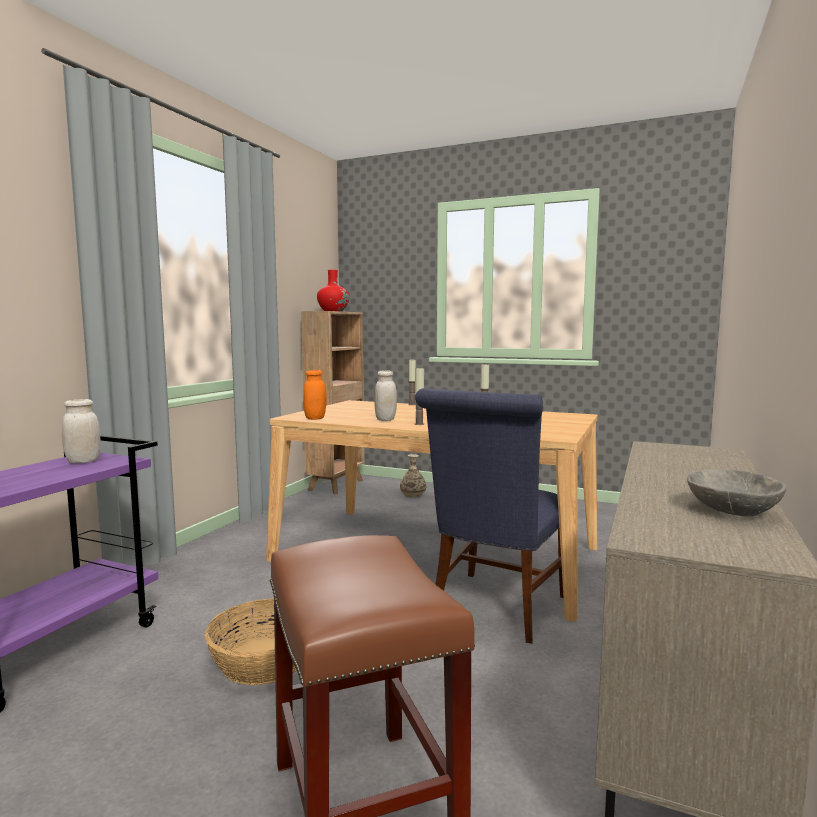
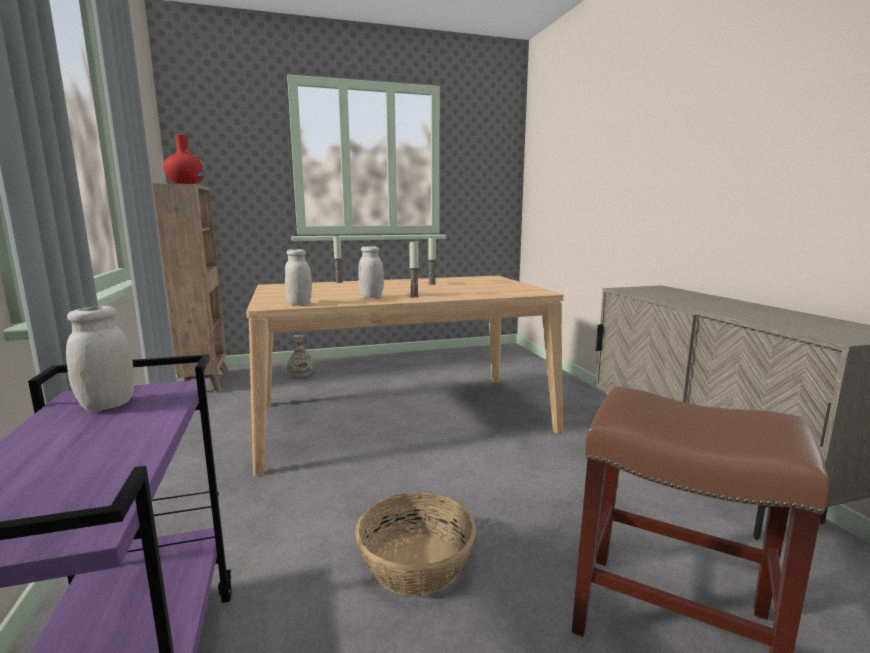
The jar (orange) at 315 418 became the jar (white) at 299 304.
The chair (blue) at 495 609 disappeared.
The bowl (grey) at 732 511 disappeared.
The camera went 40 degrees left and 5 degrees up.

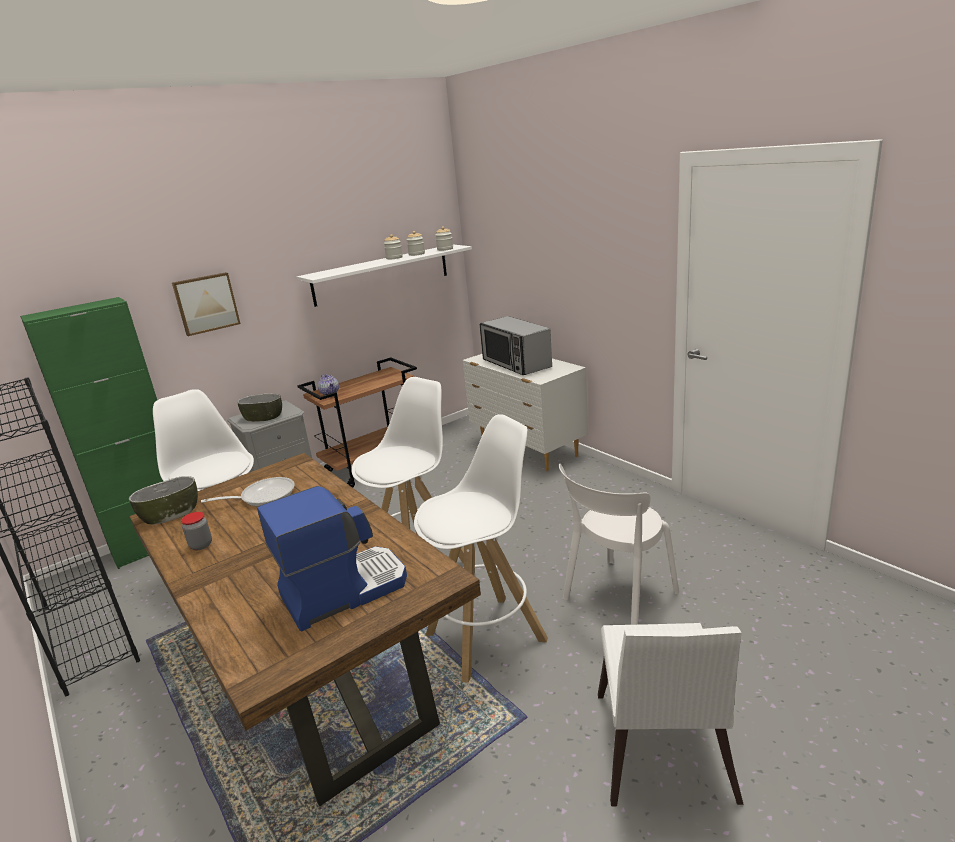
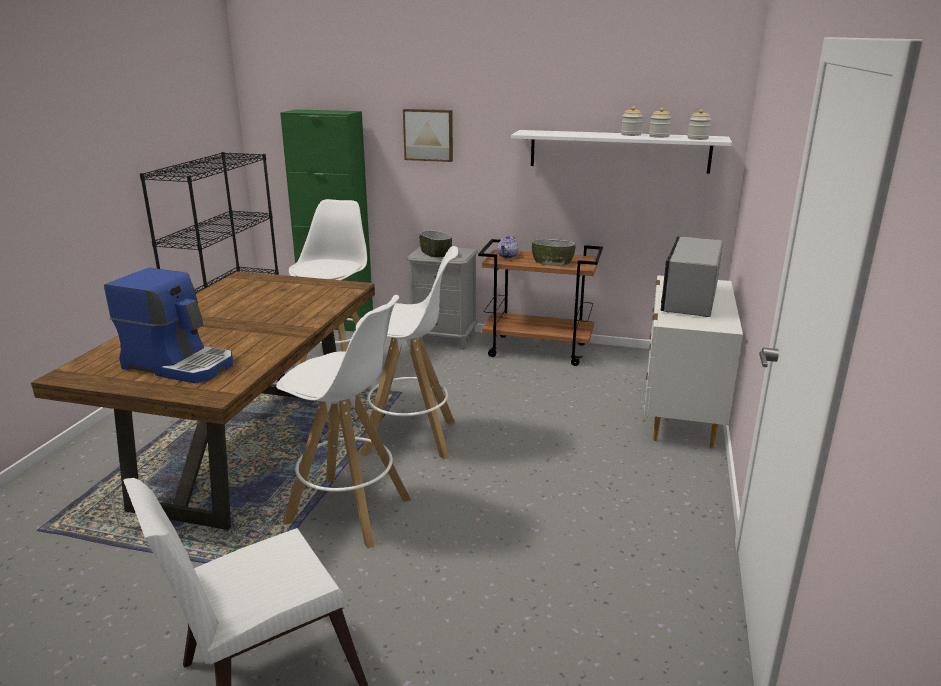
The chair (white) at 617 598 disappeared.
The bowl moved from 170 513 to 552 262.
The frying pan at 263 496 disappeared.
The jar at 201 545 disappeared.
The camera went 50 degrees right and 0 degrees up.

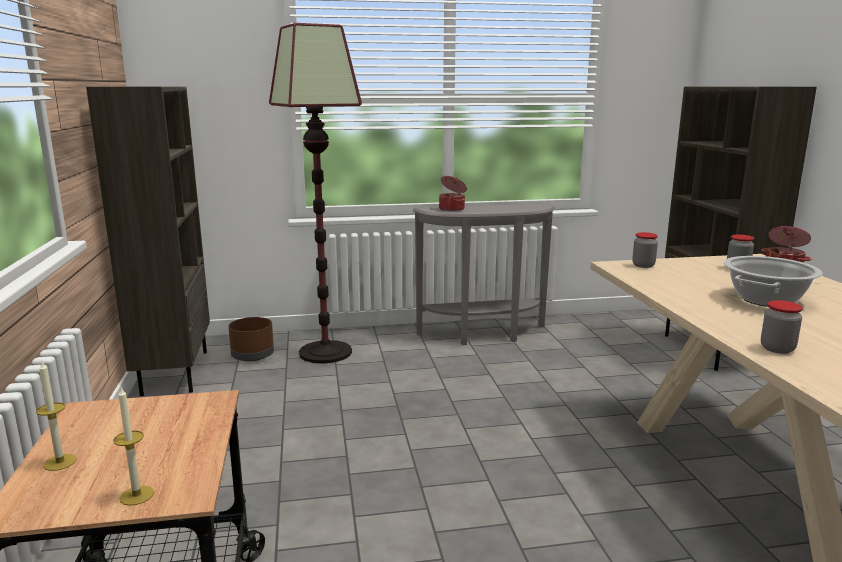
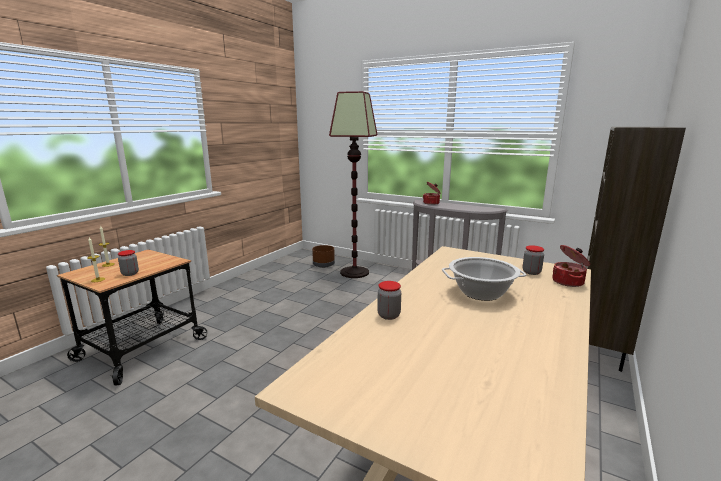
The bookcase (brown) at 174 372 disappeared.
The jar moved from 643 265 to 130 273.
The camera went 40 degrees right and 0 degrees up.

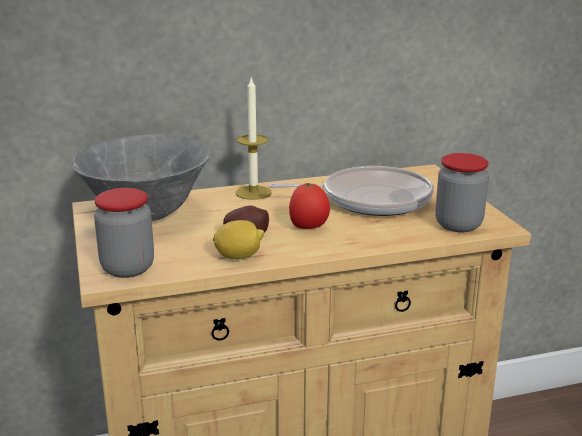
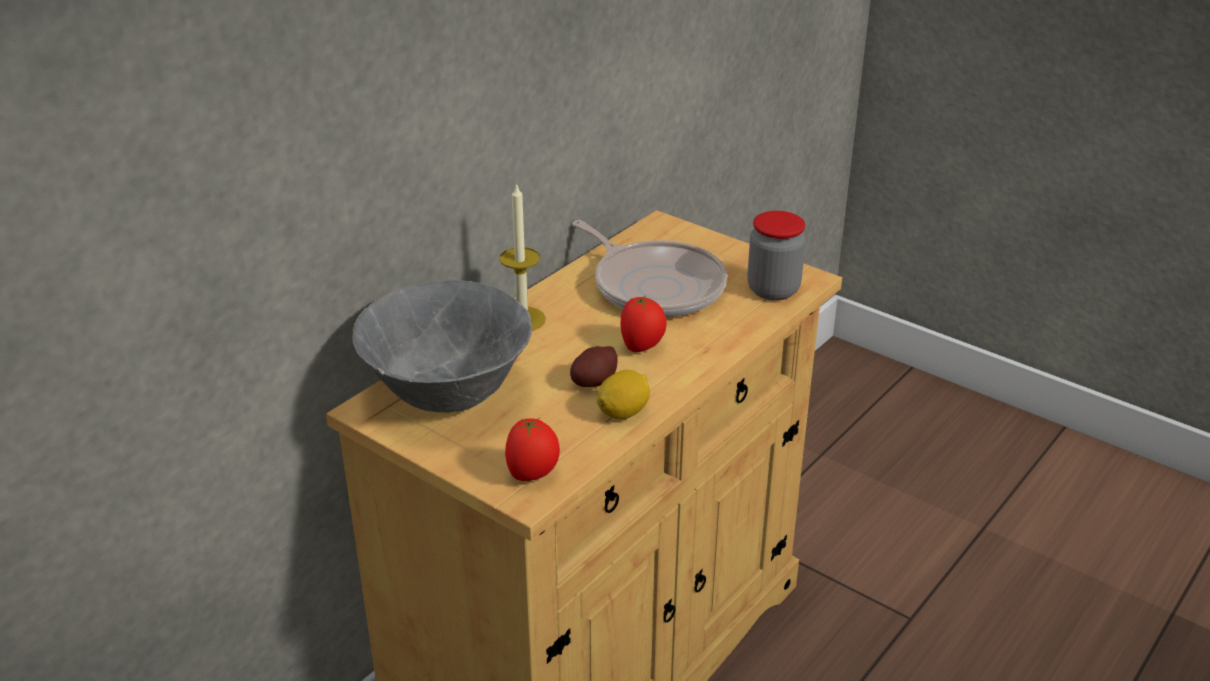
The frying pan at 370 200 turned 90 degrees clockwise.
The jar at 128 268 was replaced by the tomato at 533 475.
The camera went 35 degrees left and 10 degrees up.

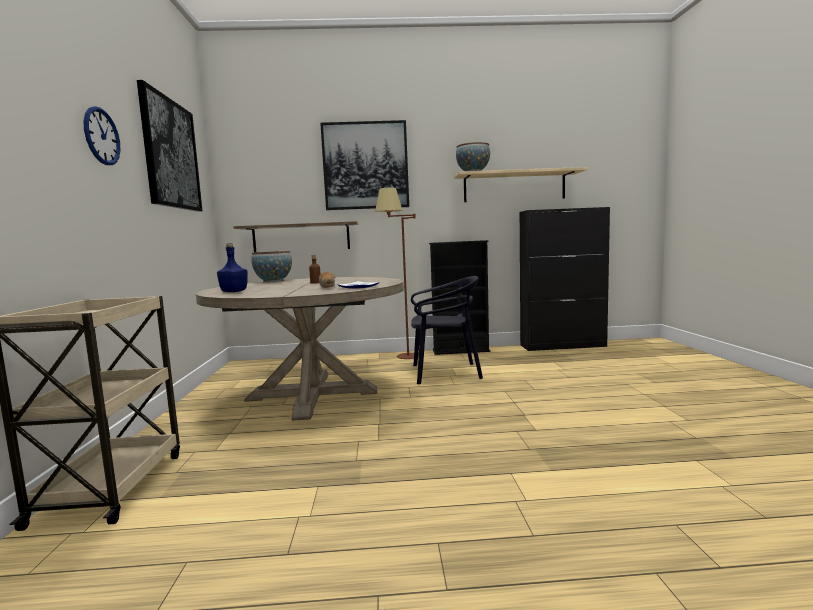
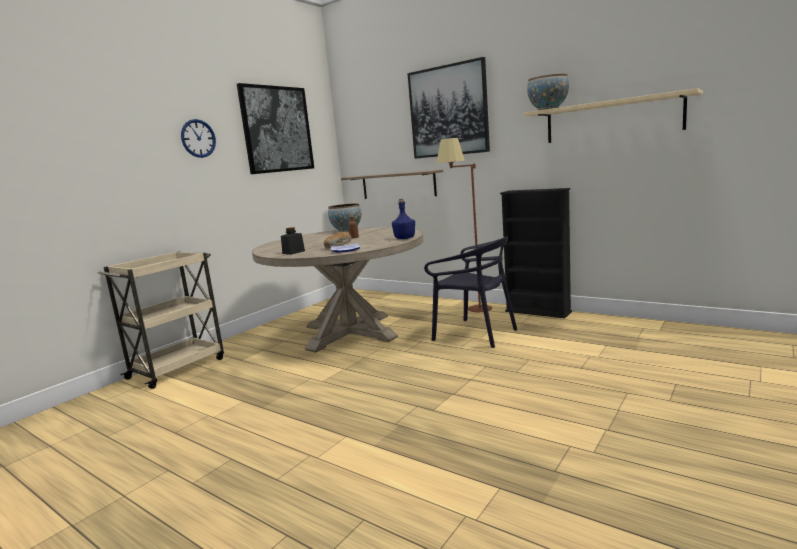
The cabinet (black) at 563 346 disappeared.
The bottle (blue) moved from 234 291 to 405 238.
The jar (black) at 293 252 appeared.
The camera went 40 degrees right and 5 degrees up.

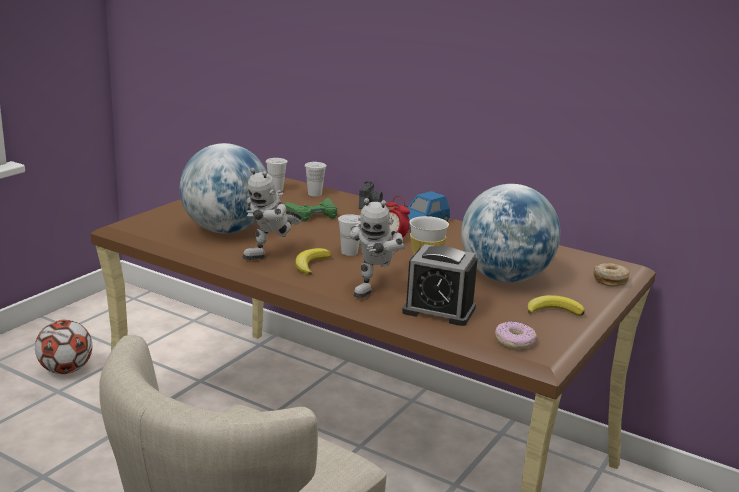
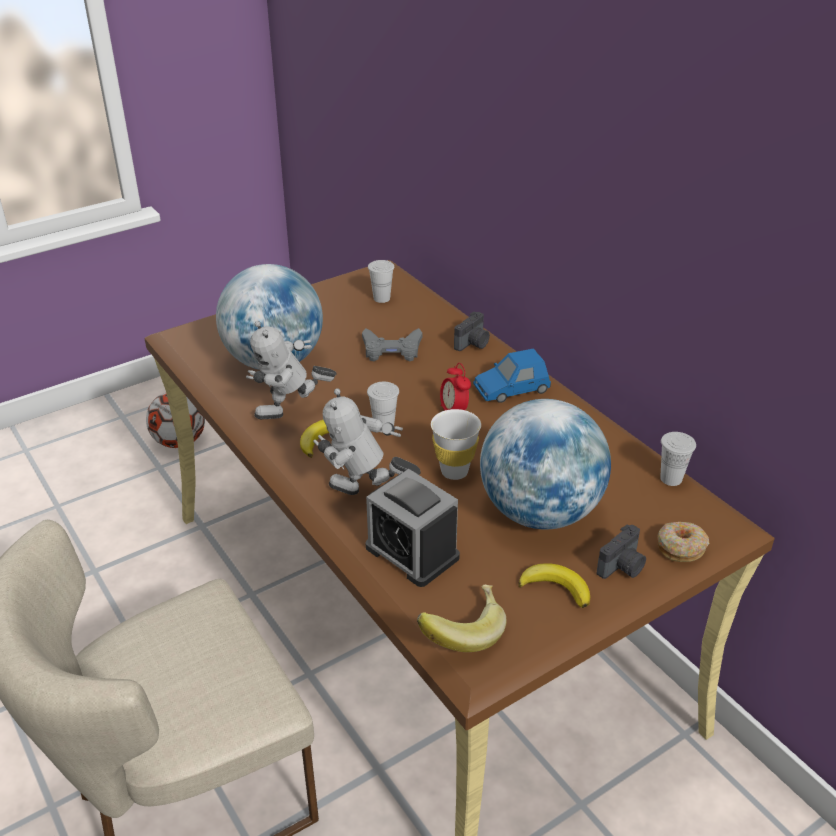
The cup (white) moved from 314 194 to 671 479.
The game controller (green) at 313 214 became the game controller (grey) at 391 350.
The toy robot at 375 289 turned 60 degrees clockwise.
The donut at 514 341 was replaced by the banana at 462 631.
The photo camera at 622 567 appeared.
The camera went 25 degrees right and 15 degrees up.

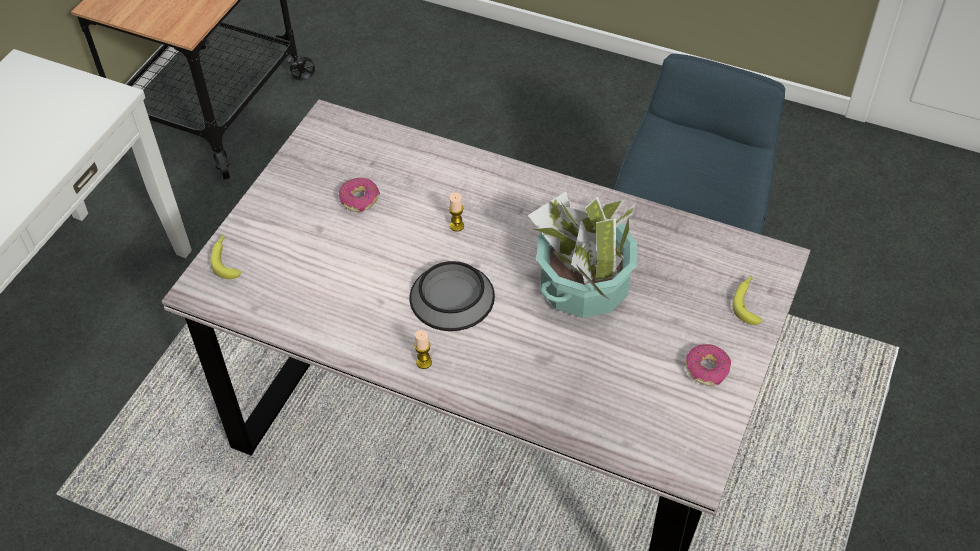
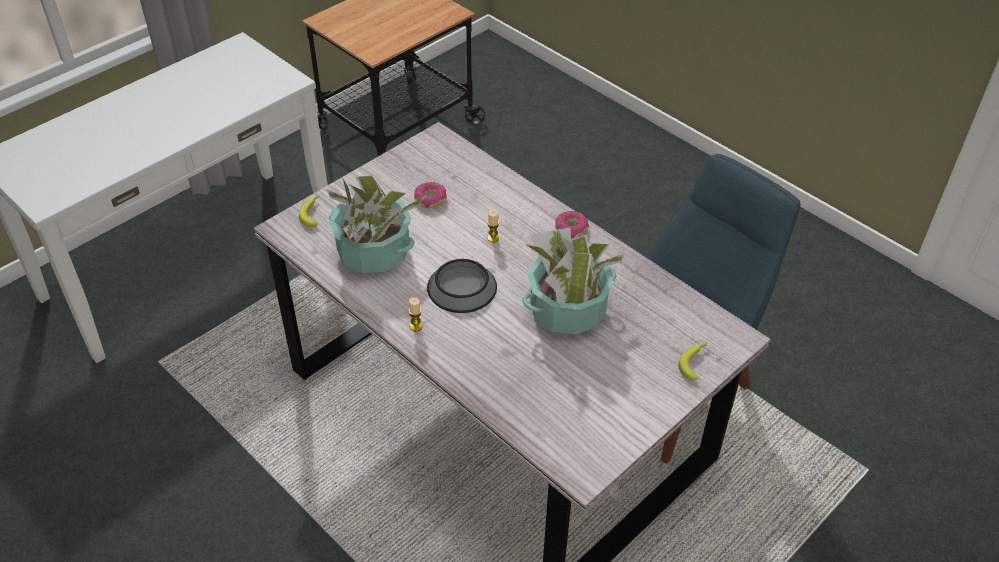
The donut moved from 707 369 to 571 228.
The potted plant at 373 252 appeared.
The camera went 20 degrees right and 5 degrees down.

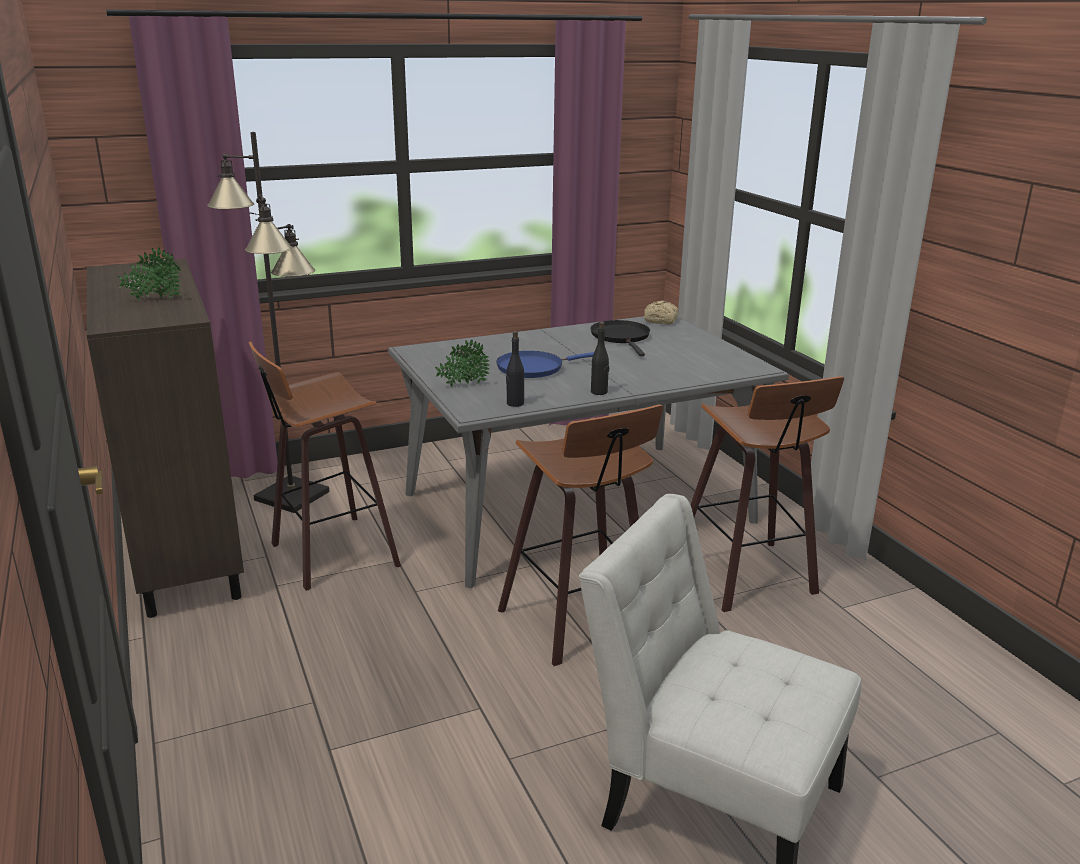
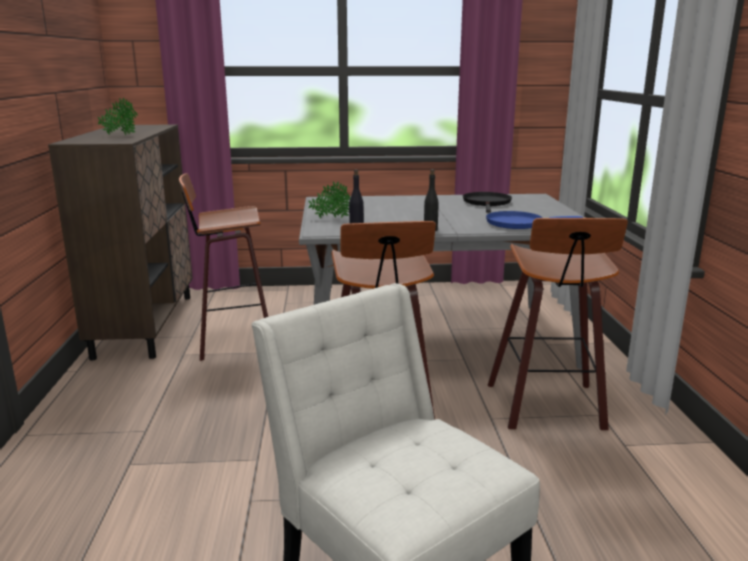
The floor lamp (black) at 292 495 disappeared.
The bread at 661 320 disappeared.
The frying pan (blue) moved from 534 368 to 518 223.
The camera went 20 degrees right and 5 degrees down.

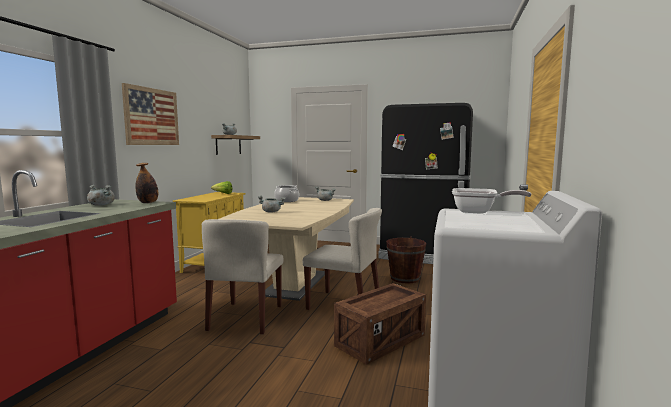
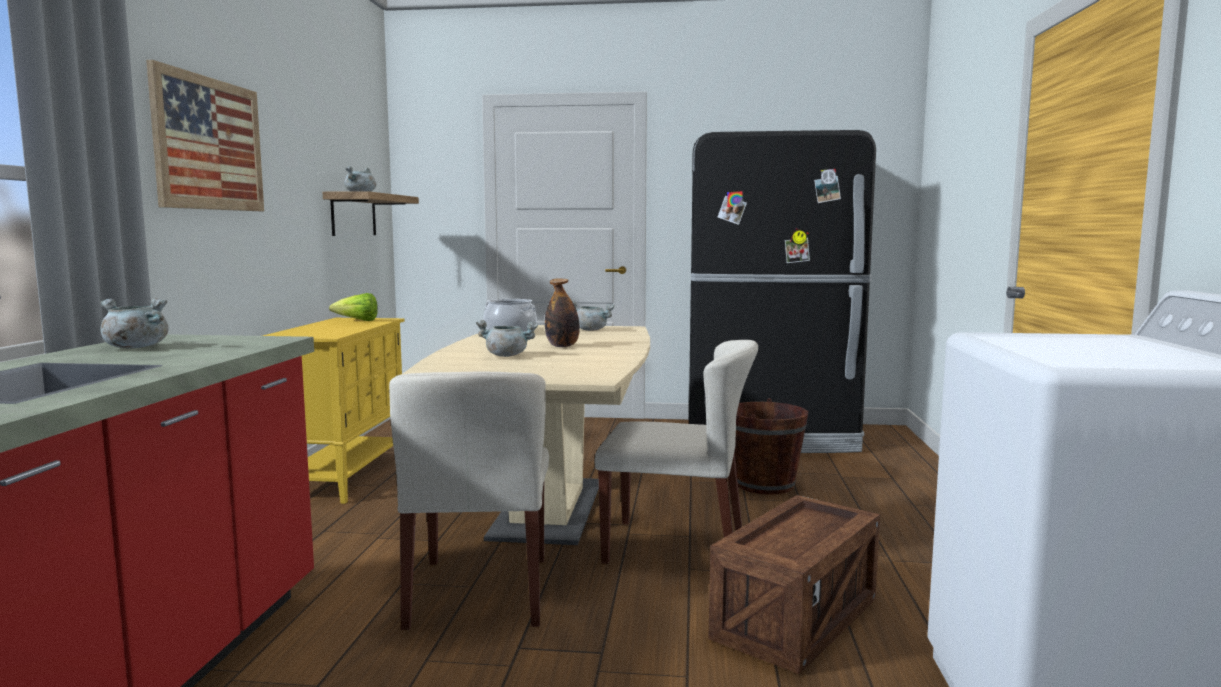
The bottle moved from 148 202 to 562 346.
The frying pan at 479 212 disappeared.
The camera went 10 degrees left and 0 degrees up.

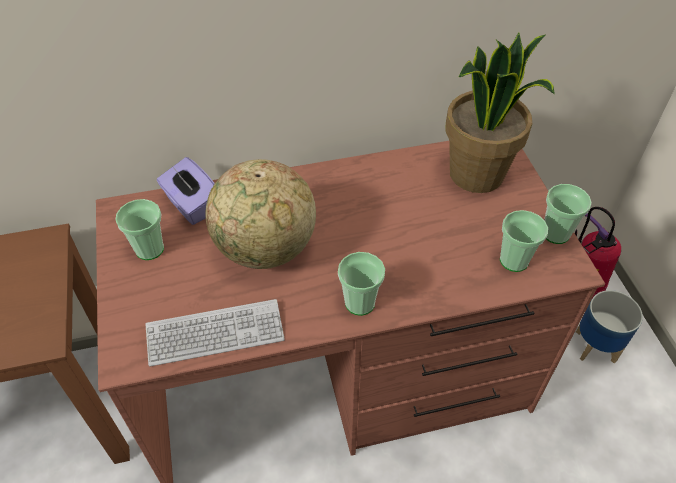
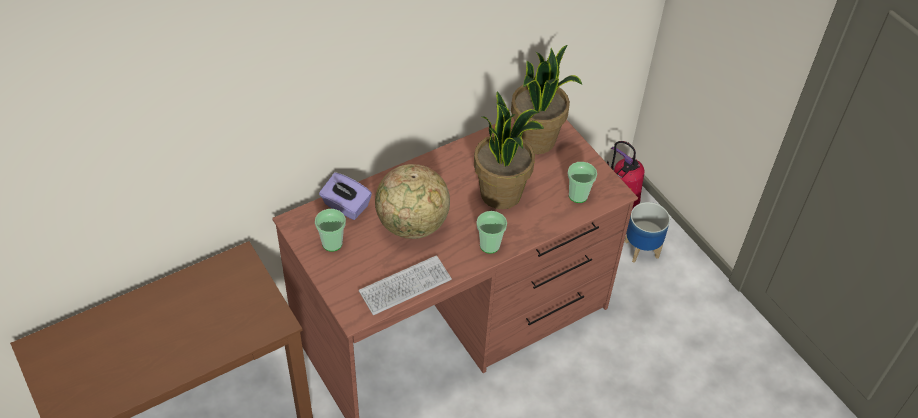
The cup at 555 233 disappeared.
The potted plant at 502 193 appeared.
The camera went 20 degrees left and 0 degrees up.

